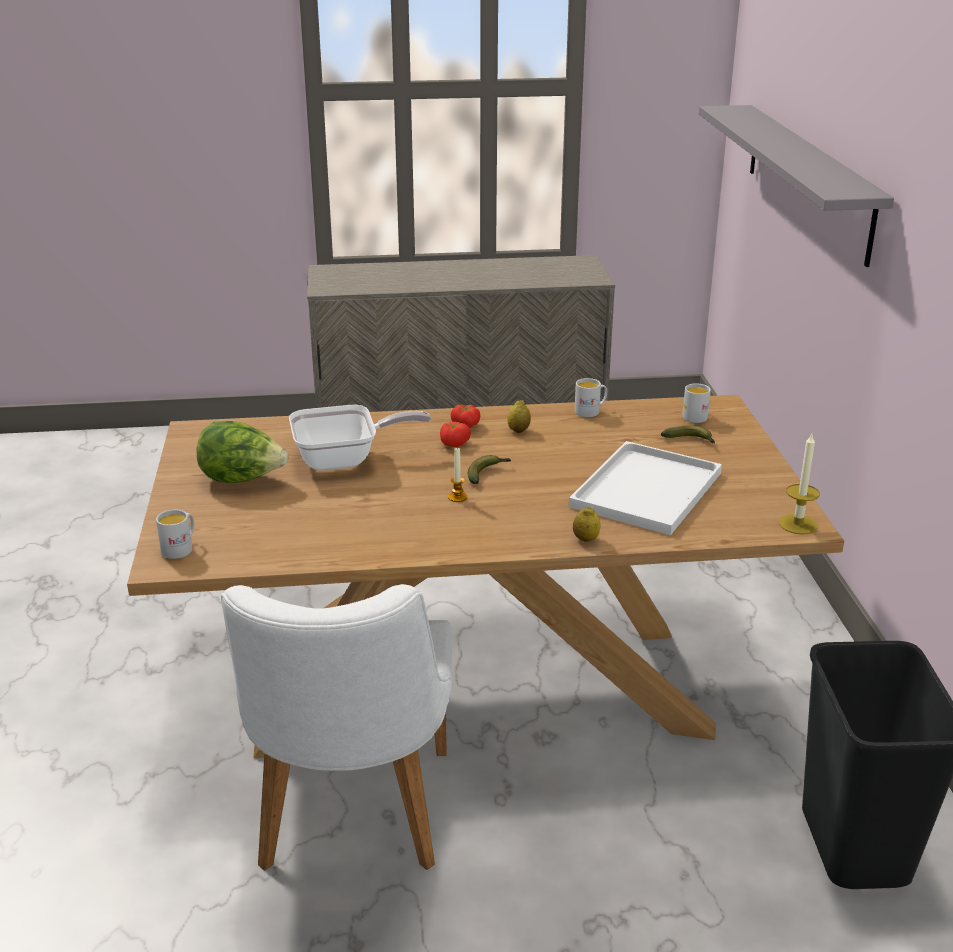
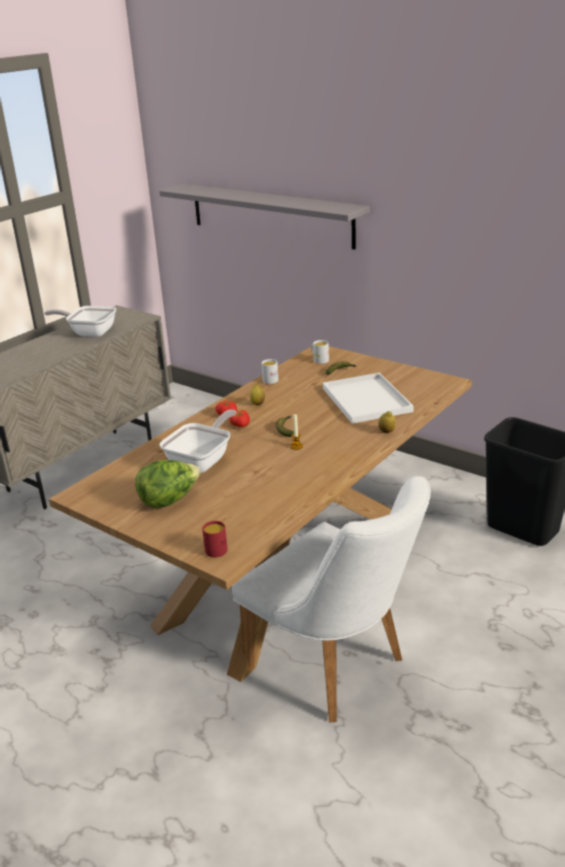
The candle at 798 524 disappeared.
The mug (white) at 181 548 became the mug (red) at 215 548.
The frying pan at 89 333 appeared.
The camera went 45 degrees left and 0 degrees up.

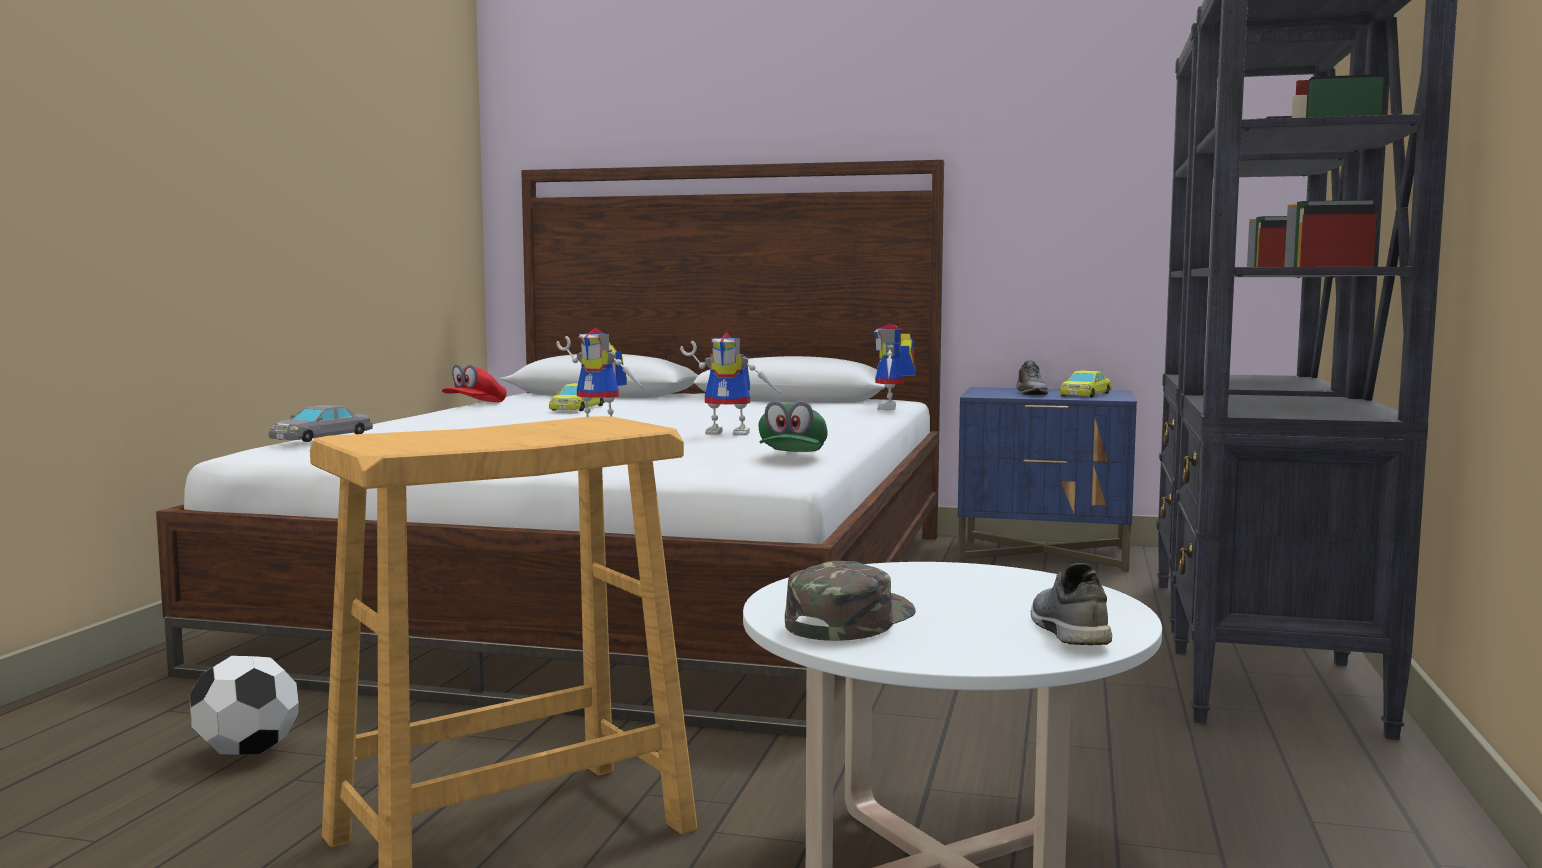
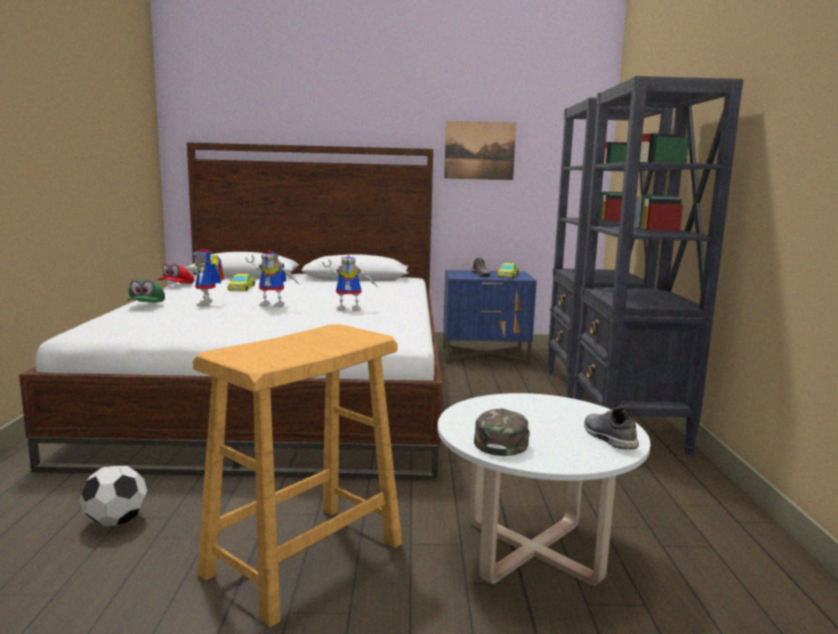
The toy robot moved from 893 408 to 208 304.
The cap (green) moved from 792 457 to 146 306.
The toy car (grey) at 321 436 disappeared.
The picture at 479 150 appeared.
The camera went 15 degrees left and 5 degrees up.

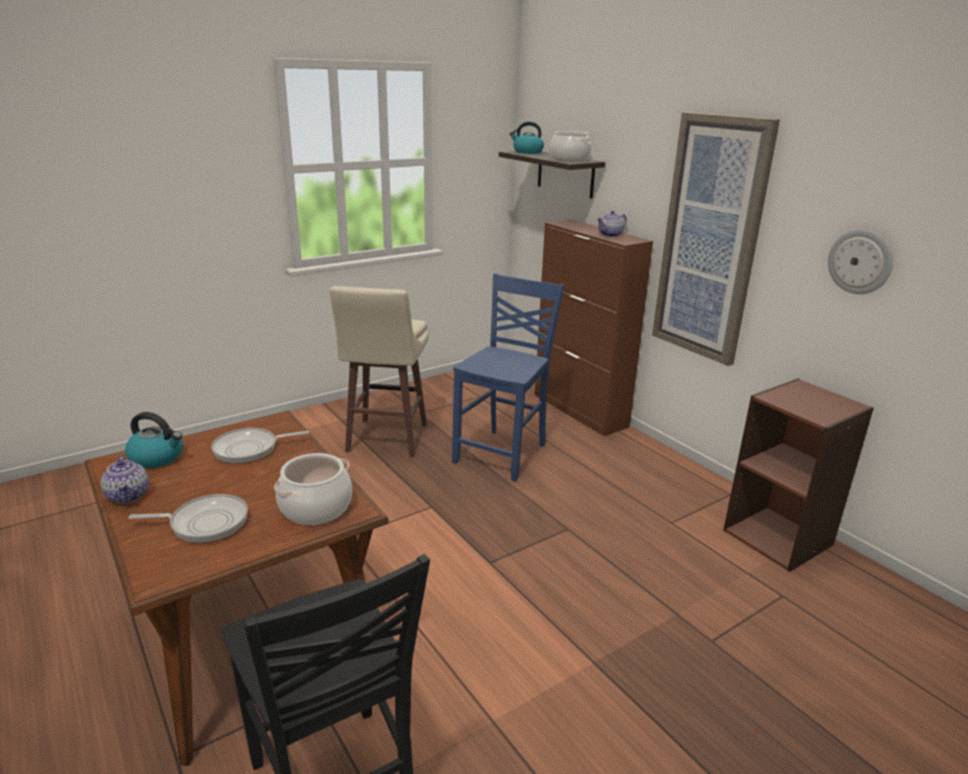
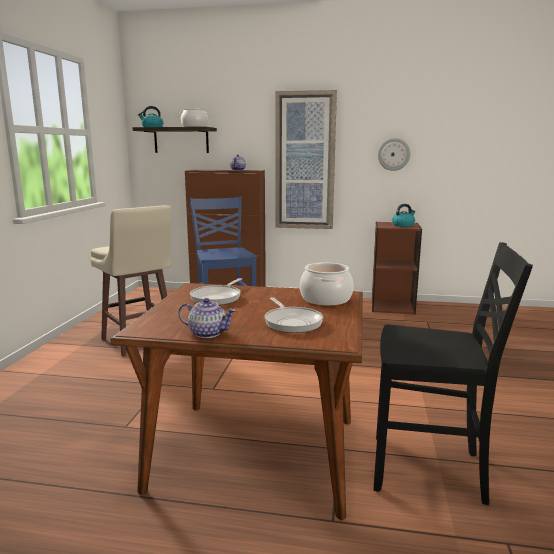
The kettle moved from 158 457 to 403 225.
The frying pan at 205 523 turned 120 degrees clockwise.
The camera went 45 degrees left and 10 degrees down.

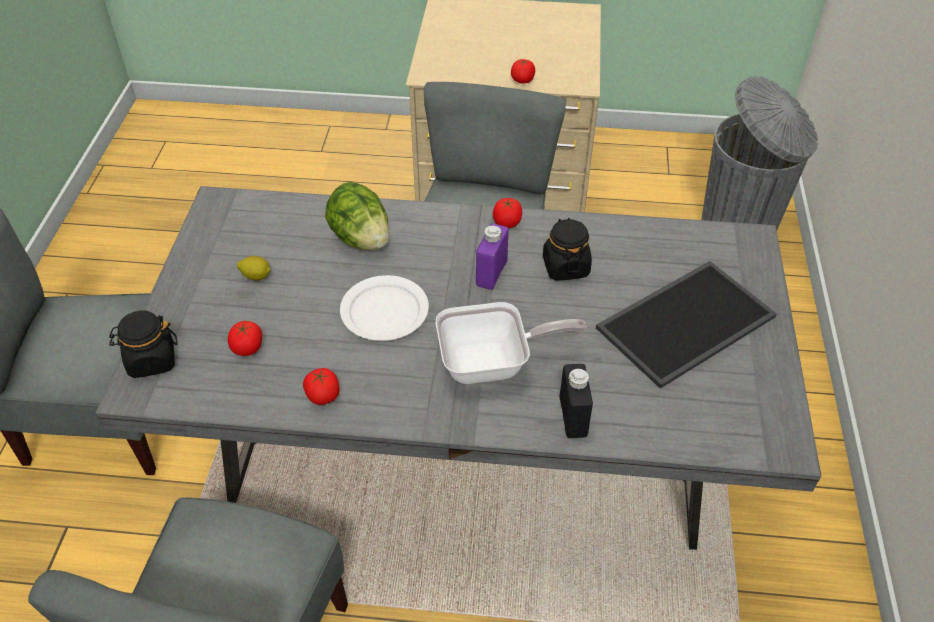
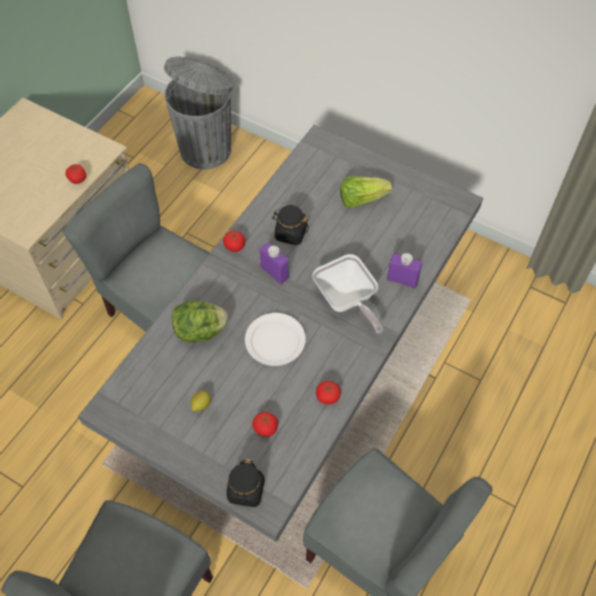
The tray at 685 320 was replaced by the lettuce at 361 199.
The frying pan at 493 363 turned 135 degrees clockwise.
The bottle (black) at 573 417 became the bottle (purple) at 402 280.
The camera went 65 degrees left and 10 degrees up.

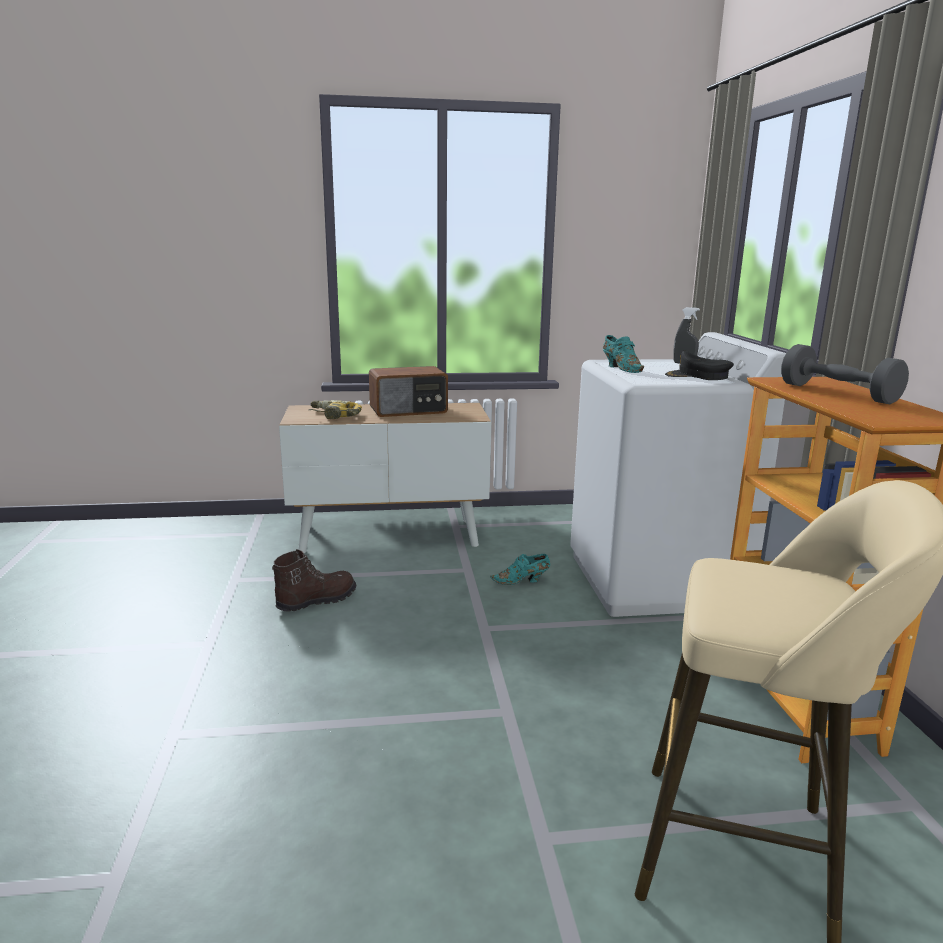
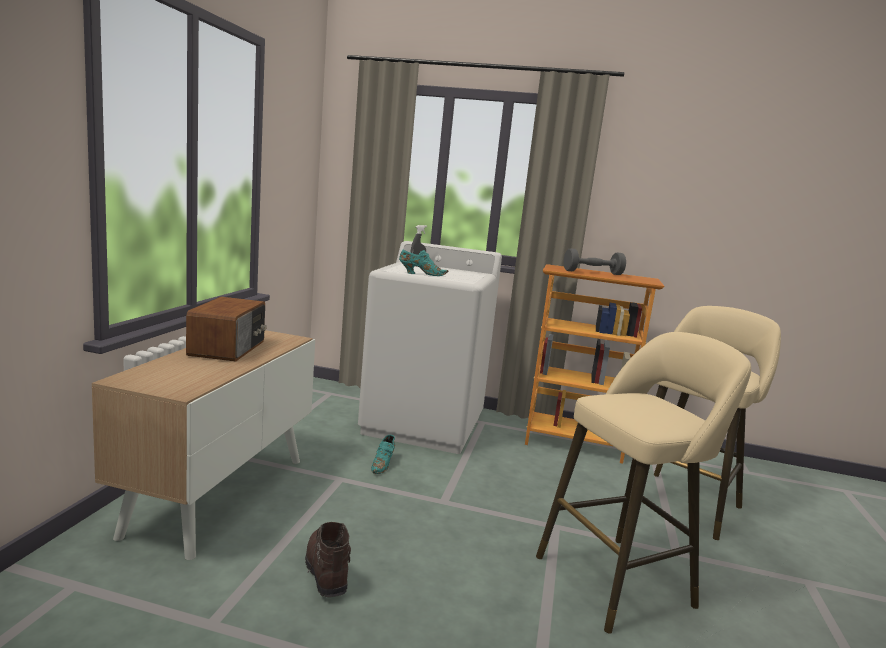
The cap (black) at 698 376 disappeared.
The power drill at 333 415 disappeared.
The stool (beige) at 621 579 appeared.
The camera went 70 degrees left and 5 degrees down.

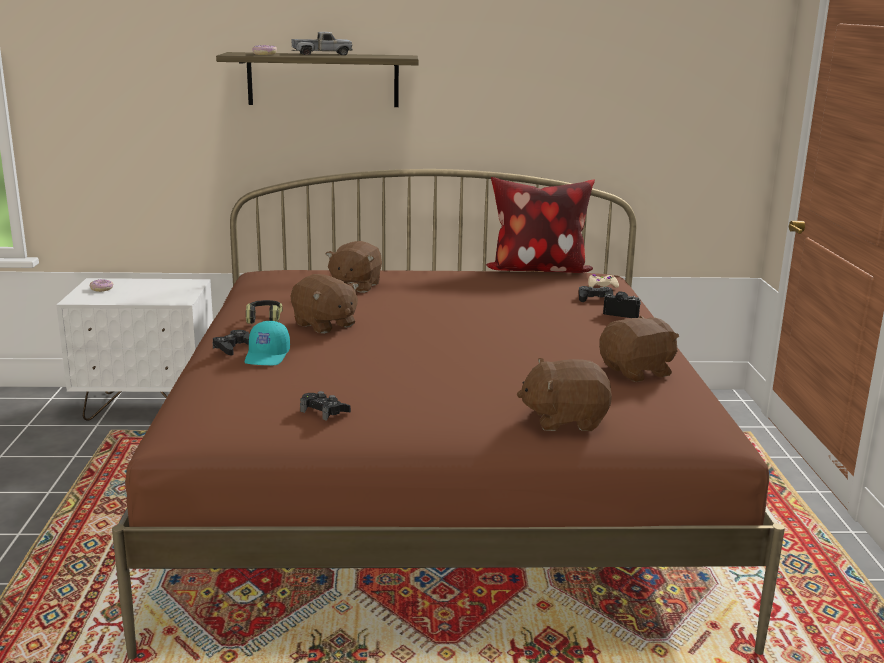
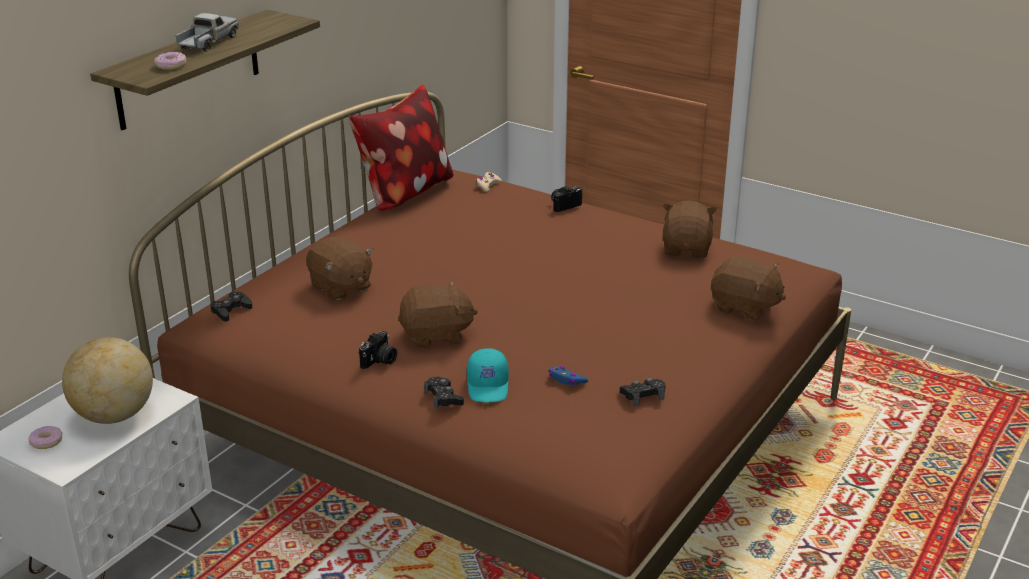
The game controller (black) moved from 595 299 to 231 311.
The headphones at 264 319 was replaced by the photo camera at 380 361.
The cap (turquoise) at 268 356 turned 45 degrees clockwise.
The plush toy (brown) at 564 420 turned 90 degrees counterclockwise.
The globe at 114 416 appeared.
The game controller (blue) at 566 380 appeared.
The camera went 55 degrees left and 10 degrees up.

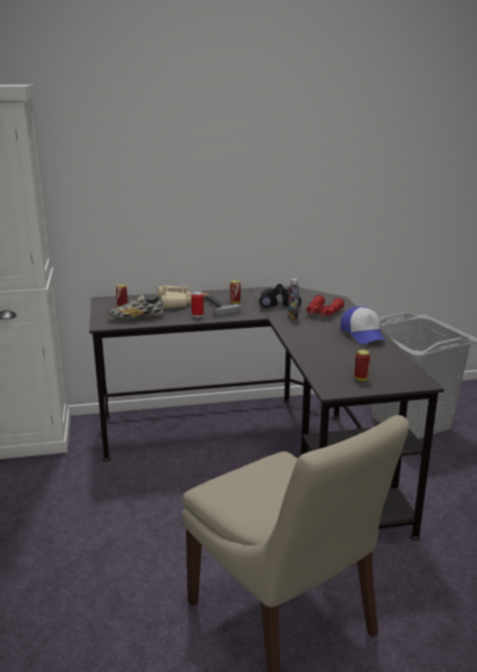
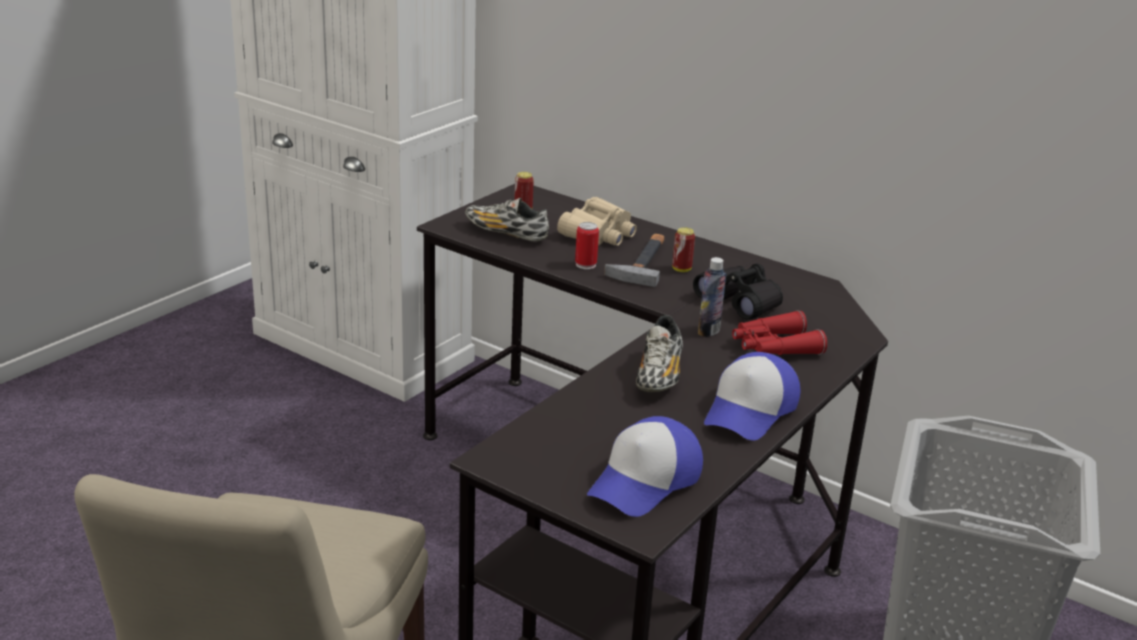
The can at 361 378 disappeared.
The shoe at 659 376 appeared.
The cap at 645 481 appeared.
The camera went 45 degrees right and 5 degrees up.

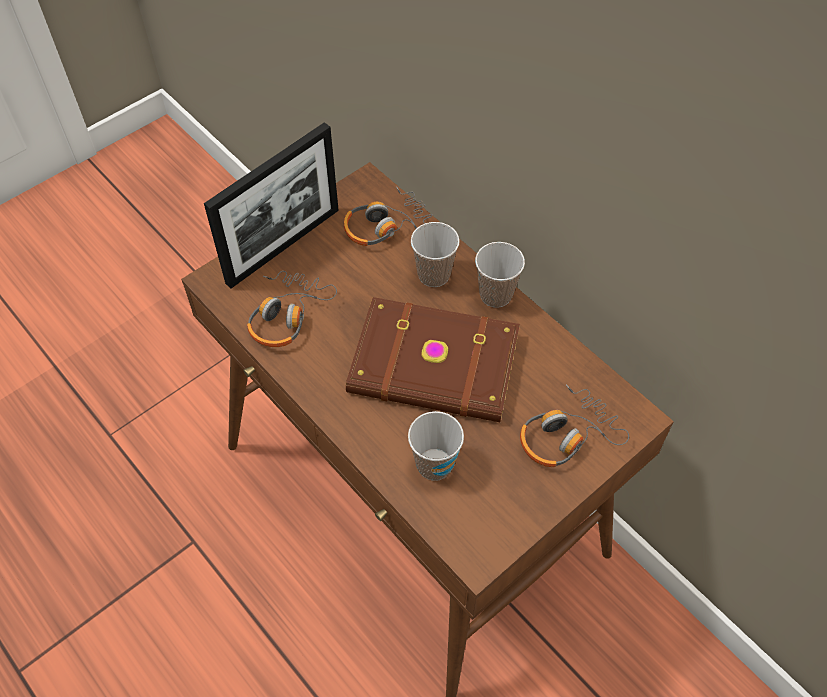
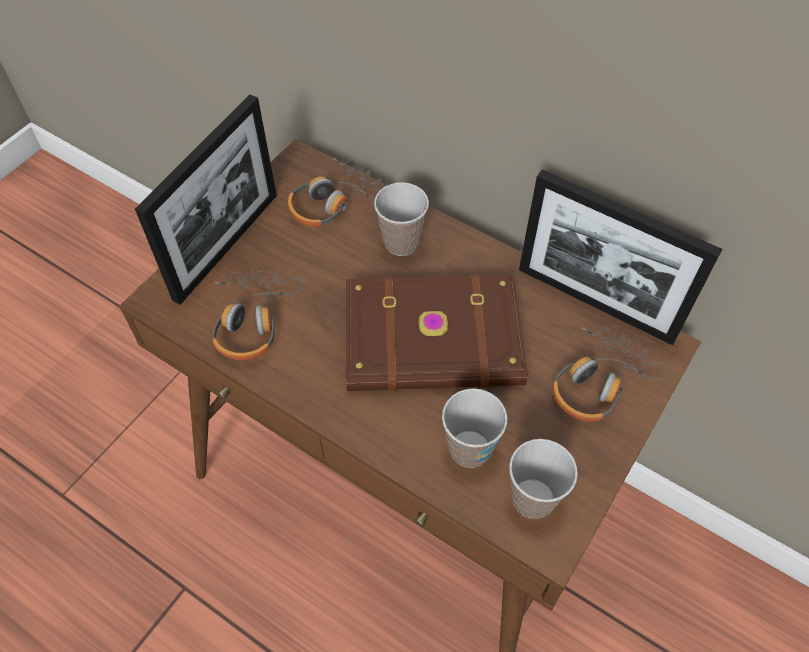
The cup moved from 495 295 to 533 499.
The picture frame at 595 303 appeared.
The camera went 15 degrees left and 0 degrees up.

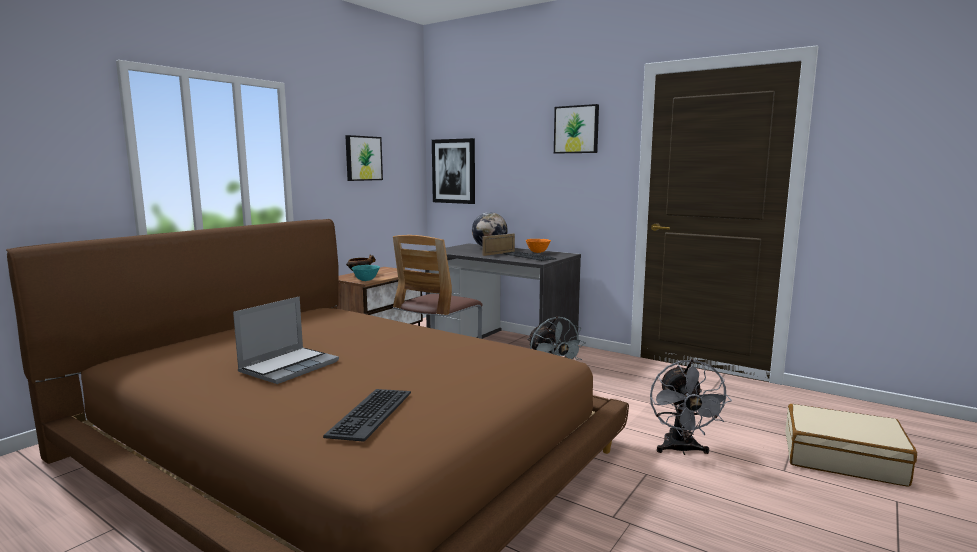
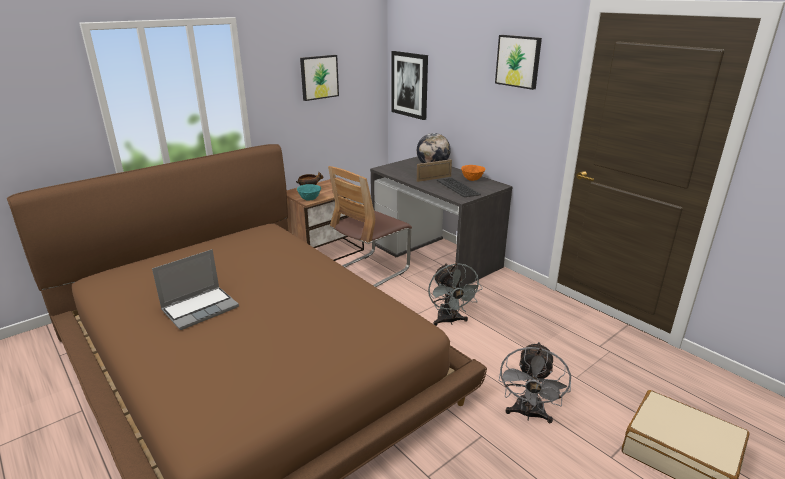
The keyboard at 369 414 disappeared.
The camera went 15 degrees right and 15 degrees up.

